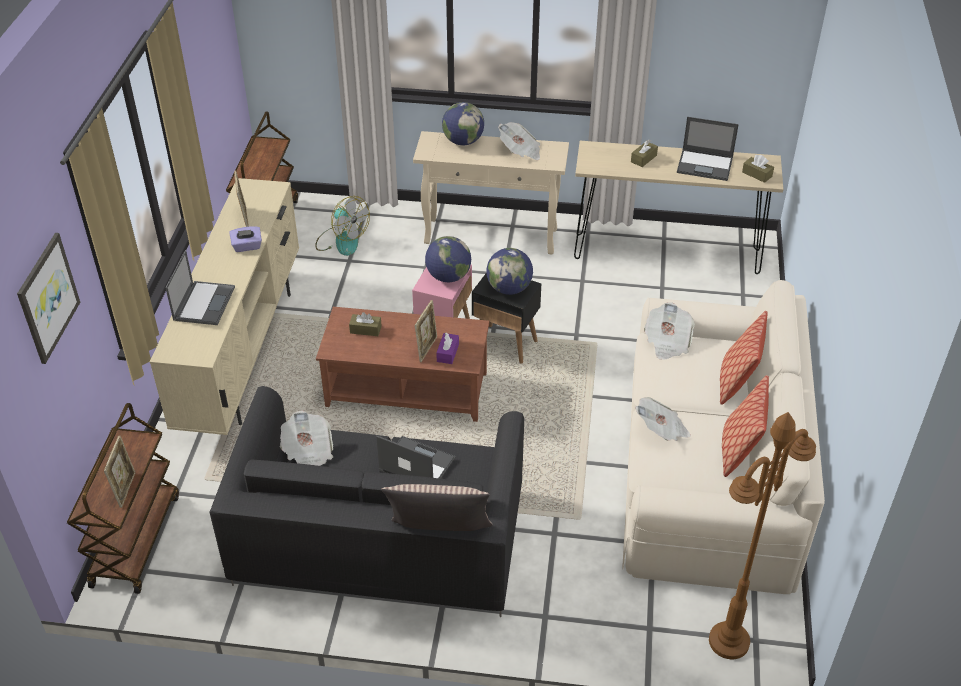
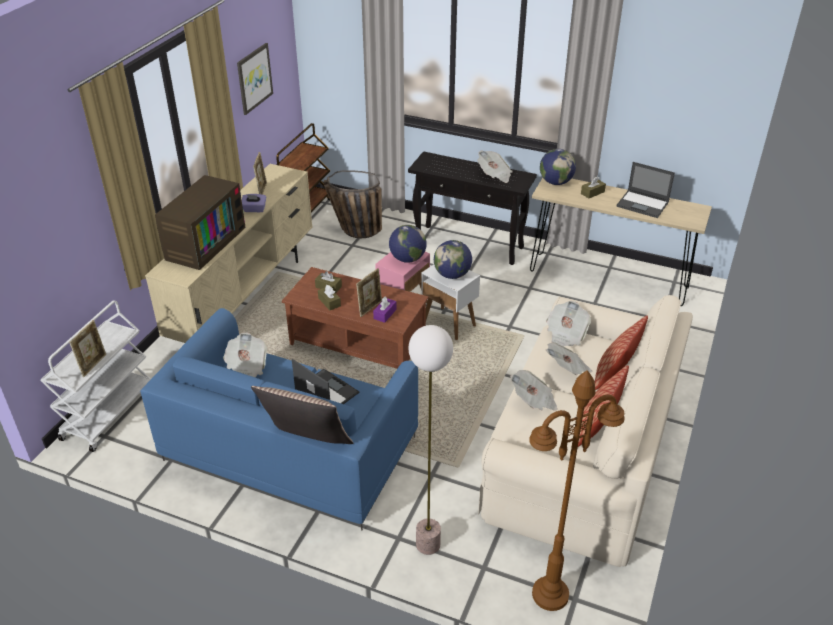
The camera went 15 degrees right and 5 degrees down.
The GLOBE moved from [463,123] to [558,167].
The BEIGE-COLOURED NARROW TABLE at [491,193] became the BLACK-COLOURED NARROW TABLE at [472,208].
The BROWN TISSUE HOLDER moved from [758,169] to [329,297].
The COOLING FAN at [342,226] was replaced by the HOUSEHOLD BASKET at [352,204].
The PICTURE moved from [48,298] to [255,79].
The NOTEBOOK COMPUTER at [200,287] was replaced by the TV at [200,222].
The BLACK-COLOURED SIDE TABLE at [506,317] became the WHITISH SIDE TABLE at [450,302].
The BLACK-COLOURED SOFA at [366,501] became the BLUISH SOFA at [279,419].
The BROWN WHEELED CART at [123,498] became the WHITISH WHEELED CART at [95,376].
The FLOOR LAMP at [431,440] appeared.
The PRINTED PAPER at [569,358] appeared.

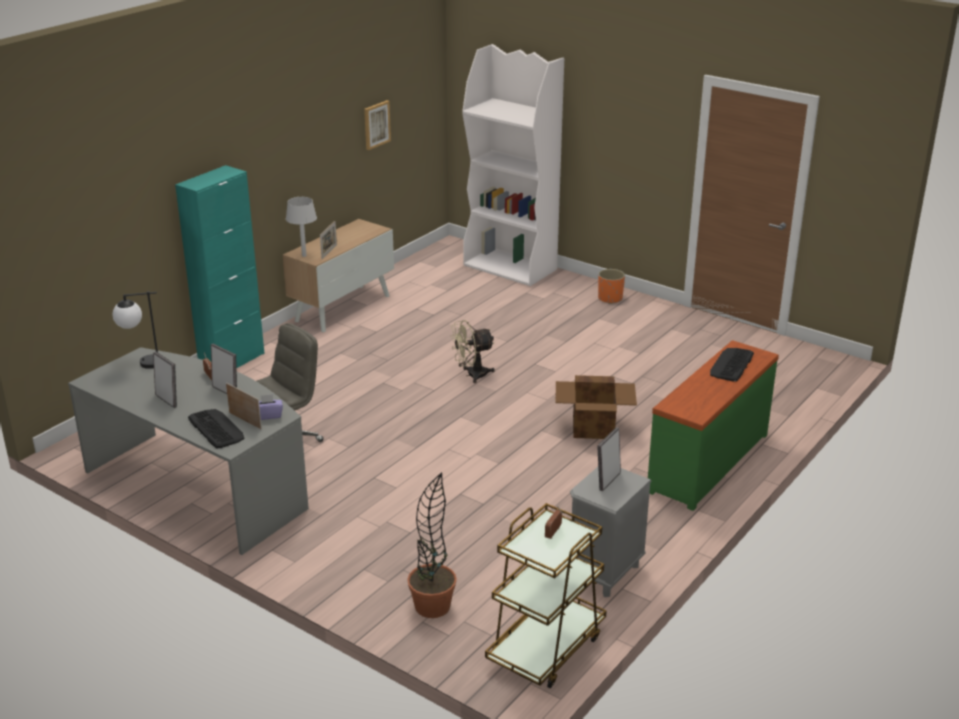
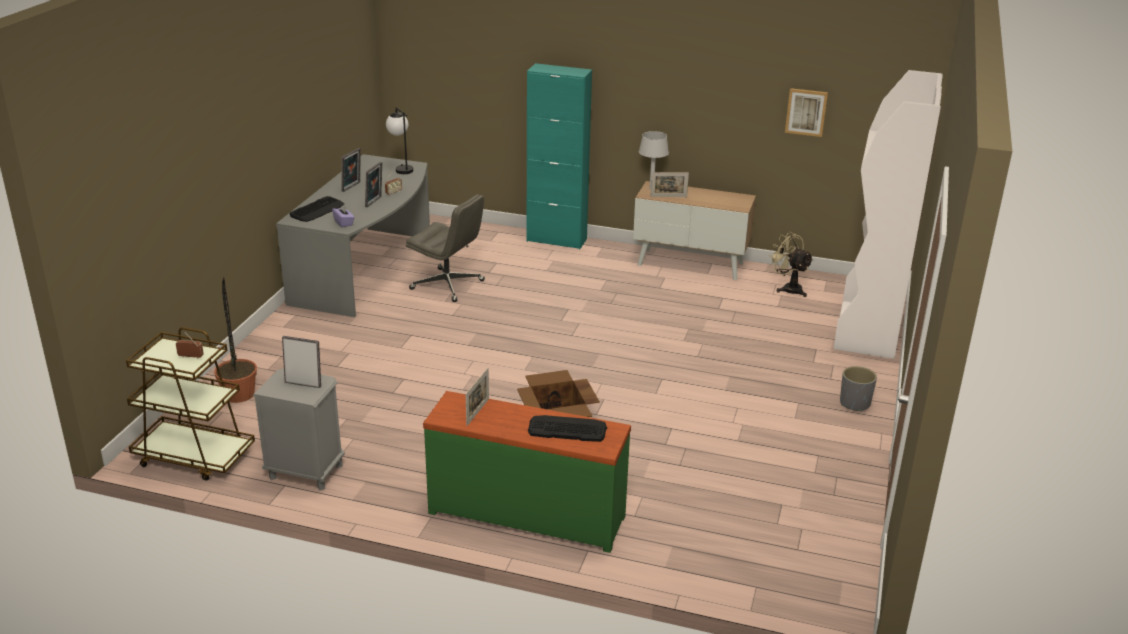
The camera went 70 degrees right and 0 degrees up.
The ORANGE-COLOURED PLANT POT at [611,286] became the GREY PLANT POT at [858,389].
The BEIGE-COLOURED COOLING FAN moved from [472,351] to [791,264].
The PICTURE FRAME moved from [244,406] to [477,397].

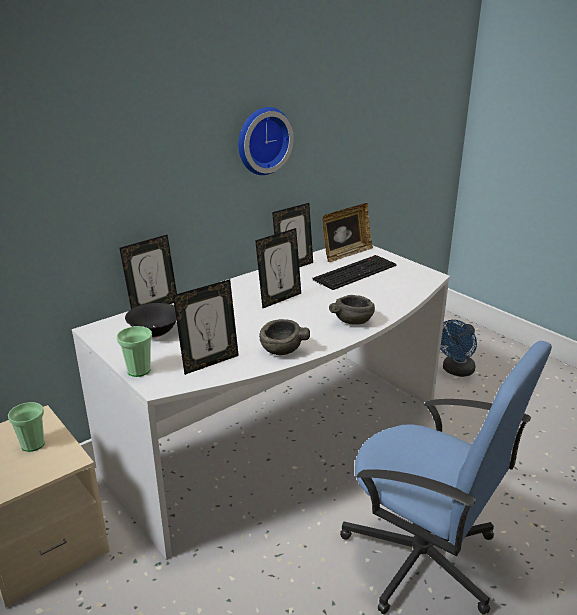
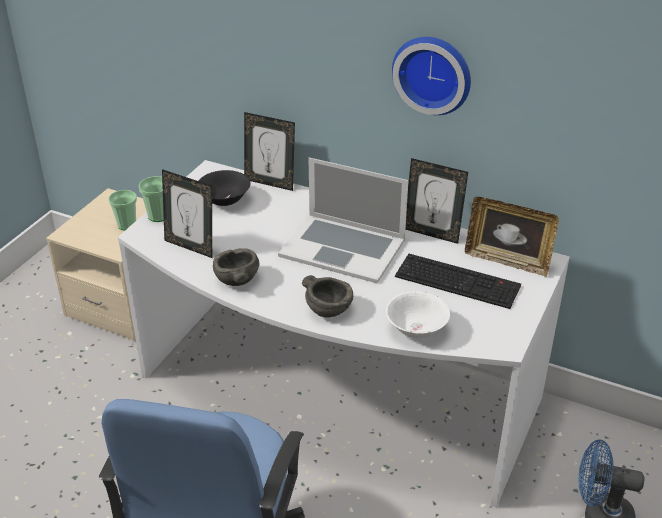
The camera went 65 degrees right and 10 degrees up.
The PICTURE FRAME at [278,268] was replaced by the NOTEBOOK COMPUTER at [343,221].
The WHITISH DEEP DISH at [418,315] appeared.

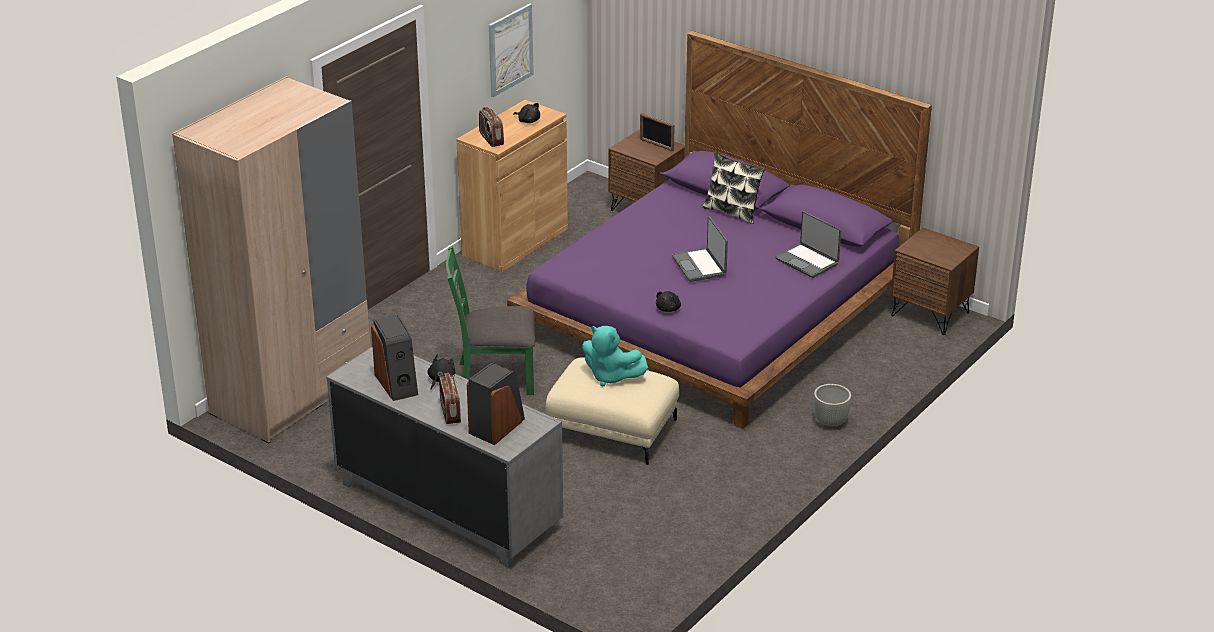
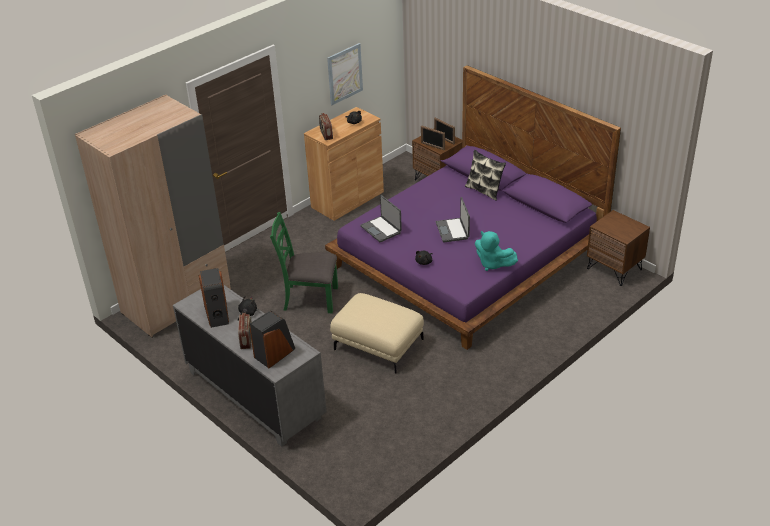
The camera went 10 degrees right and 5 degrees up.
The NOTEBOOK COMPUTER moved from [808,244] to [381,218].
The TURQUOISE-COLOURED SOFT TOY moved from [615,356] to [496,251].
The GREY PLANT POT at [833,406] disappeared.
The PICTURE FRAME at [433,138] appeared.

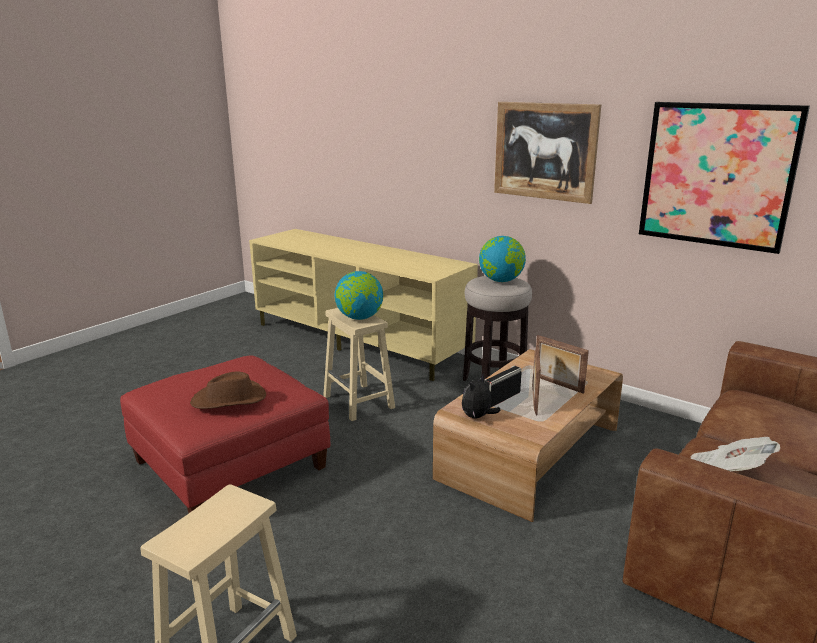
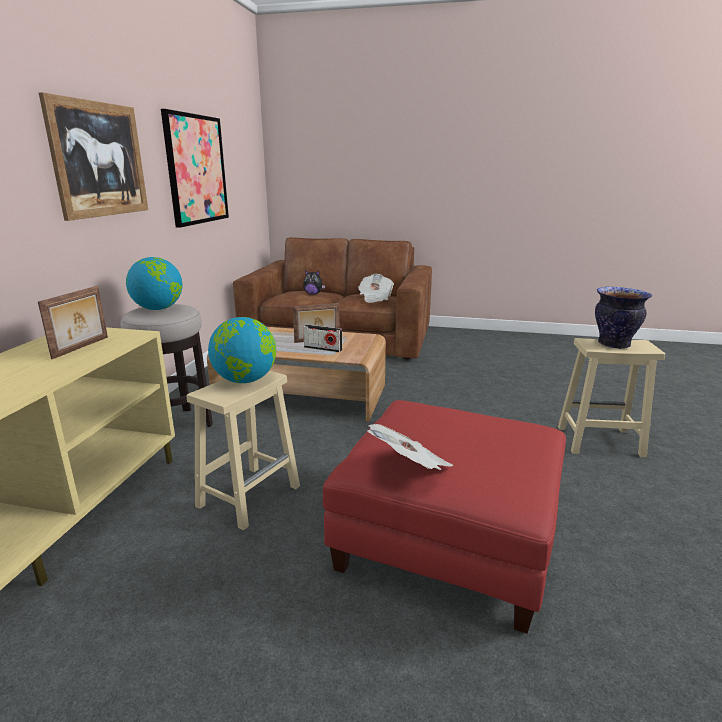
The camera went 115 degrees left and 0 degrees up.
The PICTURE FRAME moved from [562,364] to [73,322].
The BROWN CLOTHING HAT at [228,390] disappeared.
The SOFT TOY moved from [481,396] to [314,282].
The DECORATIVE VASE at [623,318] appeared.
The PRINTED PAPER at [410,447] appeared.

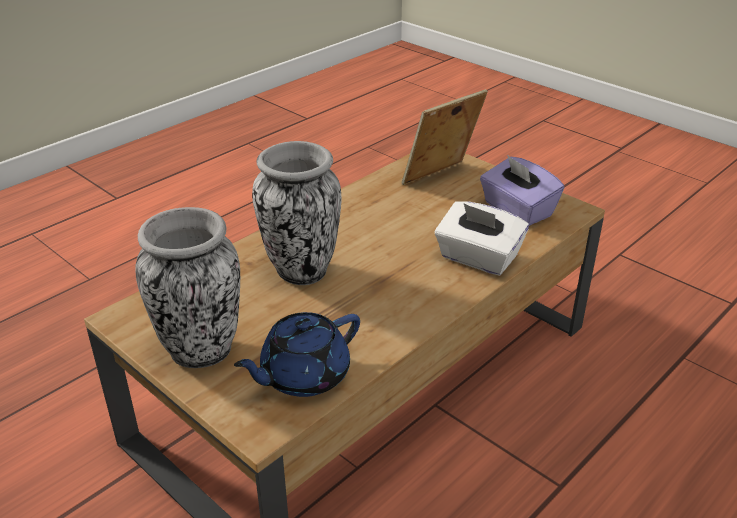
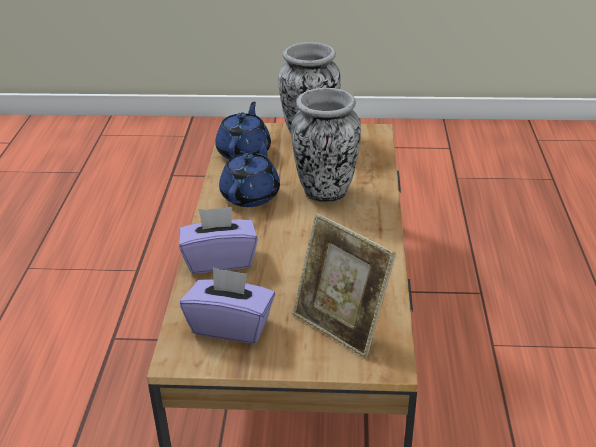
The camera went 140 degrees right and 0 degrees up.
The PICTURE FRAME at [444,137] turned 120 degrees clockwise.
The WHITISH TISSUE HOLDER at [482,238] became the PURPLE TISSUE HOLDER at [218,240].
The BLUISH POT FOR TEA at [249,173] appeared.

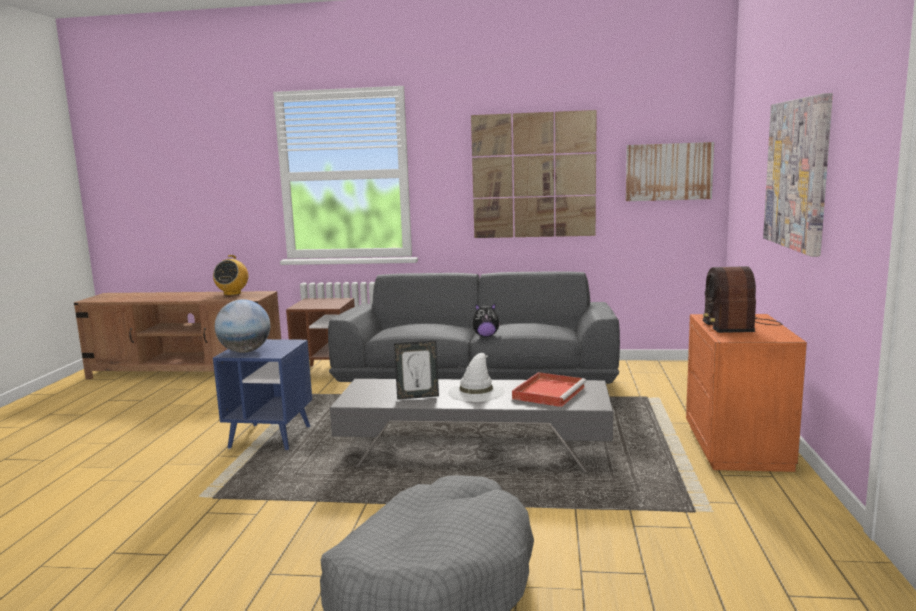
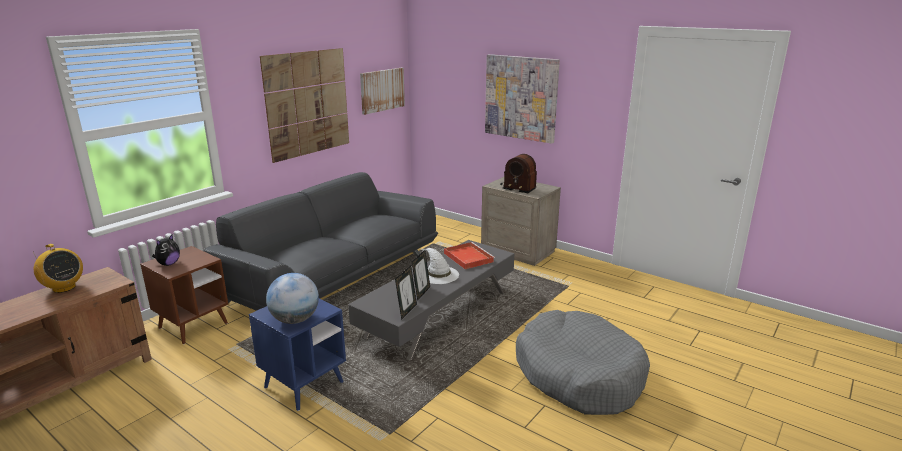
The camera went 60 degrees left and 10 degrees up.
The SOFT TOY moved from [486,320] to [166,250].
The ORANGE-COLOURED NIGHTSTAND at [746,393] became the BEIGE-COLOURED NIGHTSTAND at [521,221].
The PICTURE FRAME at [406,293] appeared.

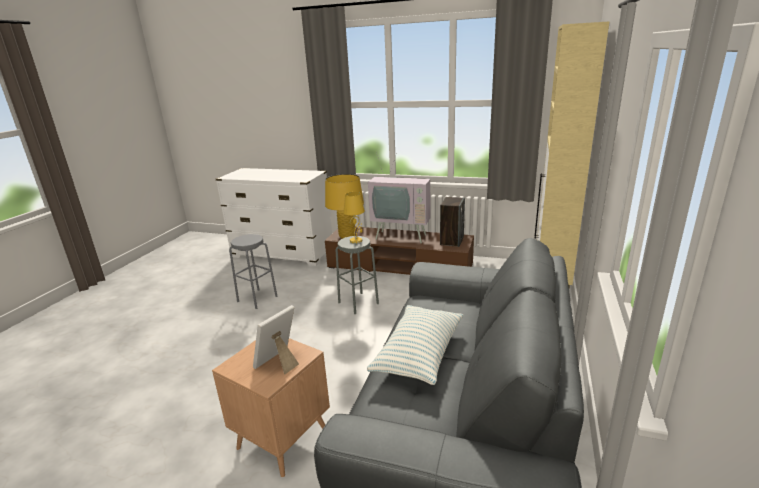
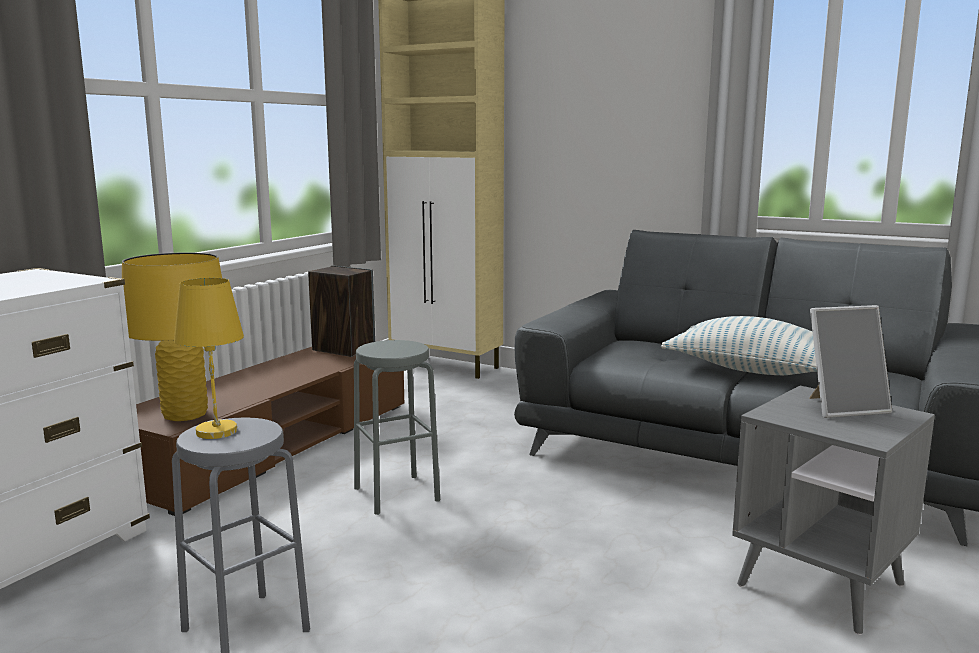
The camera went 80 degrees left and 10 degrees down.
The TV at [399,198] disappeared.
The YELLOWISH TABLETOP LAMP moved from [354,218] to [209,358].
The PICTURE FRAME at [276,340] turned 60 degrees counterclockwise.
The BROWN SIDE TABLE at [271,408] became the GREY SIDE TABLE at [833,510].

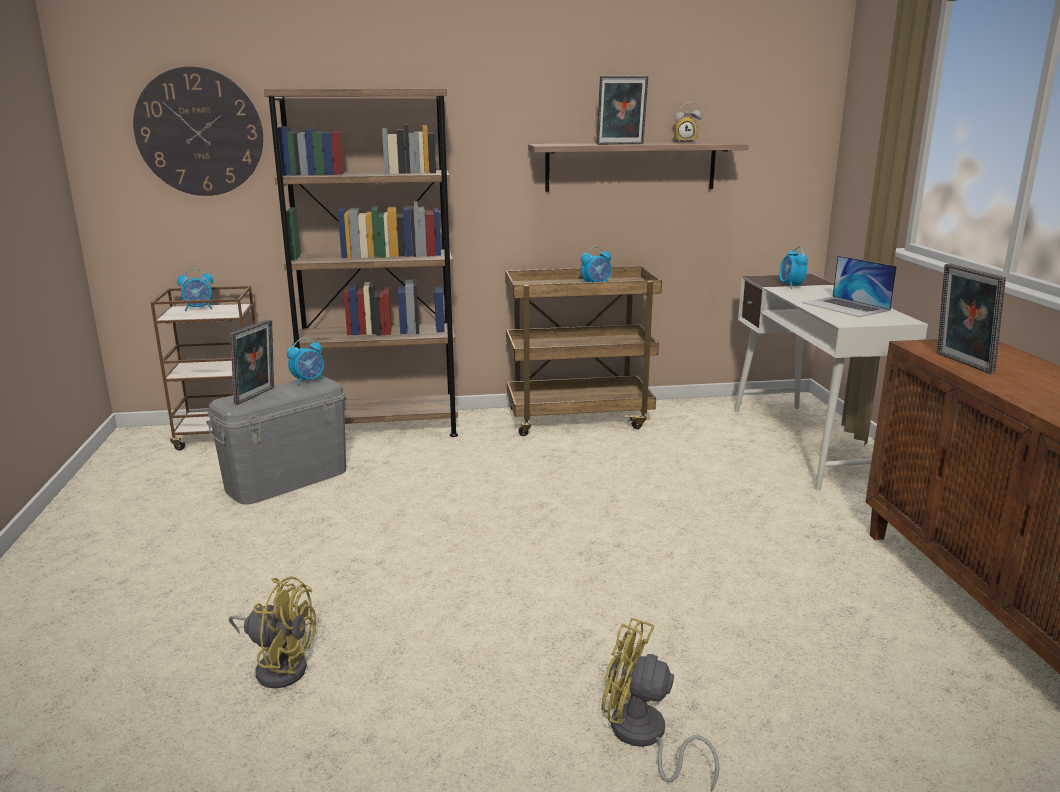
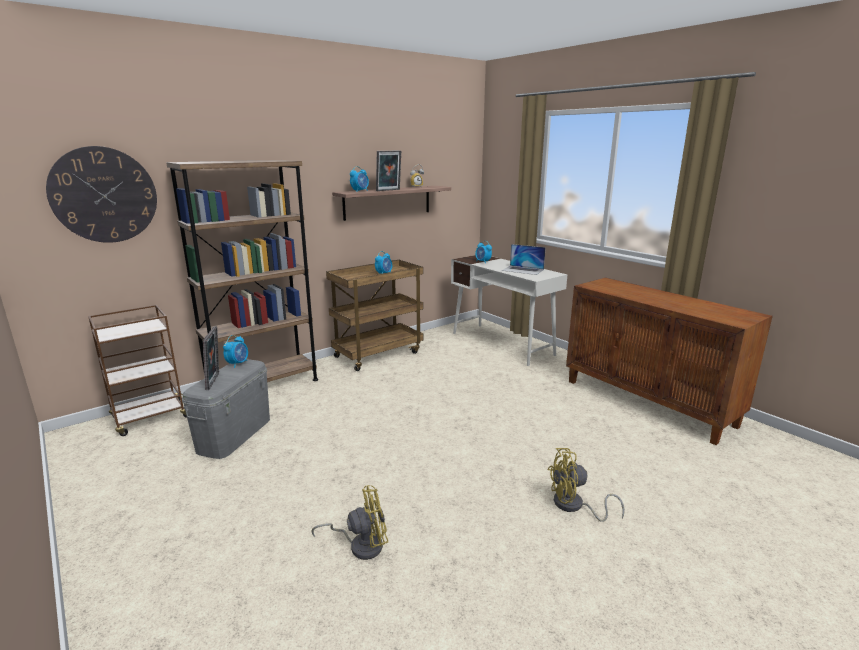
The camera went 30 degrees left and 0 degrees up.
The PICTURE FRAME at [971,319] disappeared.
The ALARM CLOCK moved from [195,289] to [359,179].

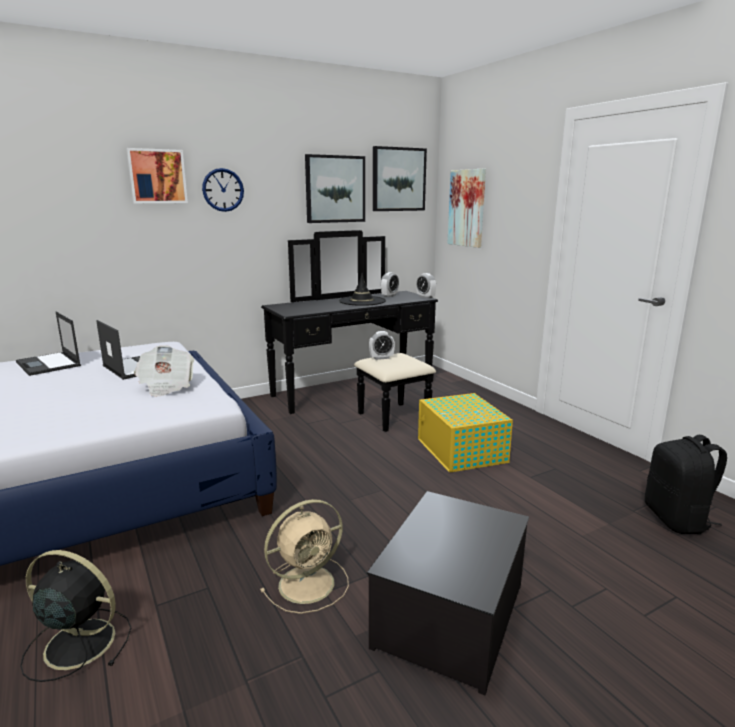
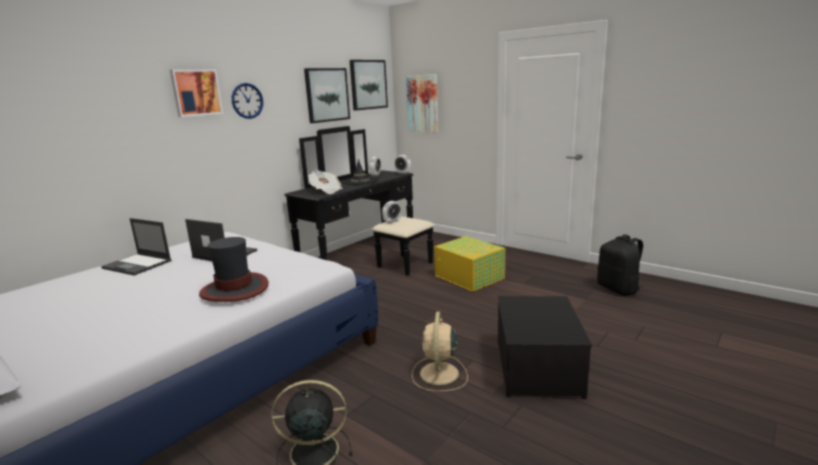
The camera went 20 degrees left and 0 degrees up.
The PRINTED PAPER moved from [164,371] to [325,182].
The BEIGE-COLOURED COOLING FAN at [304,556] turned 150 degrees clockwise.
The CLOTHING HAT at [234,269] appeared.

